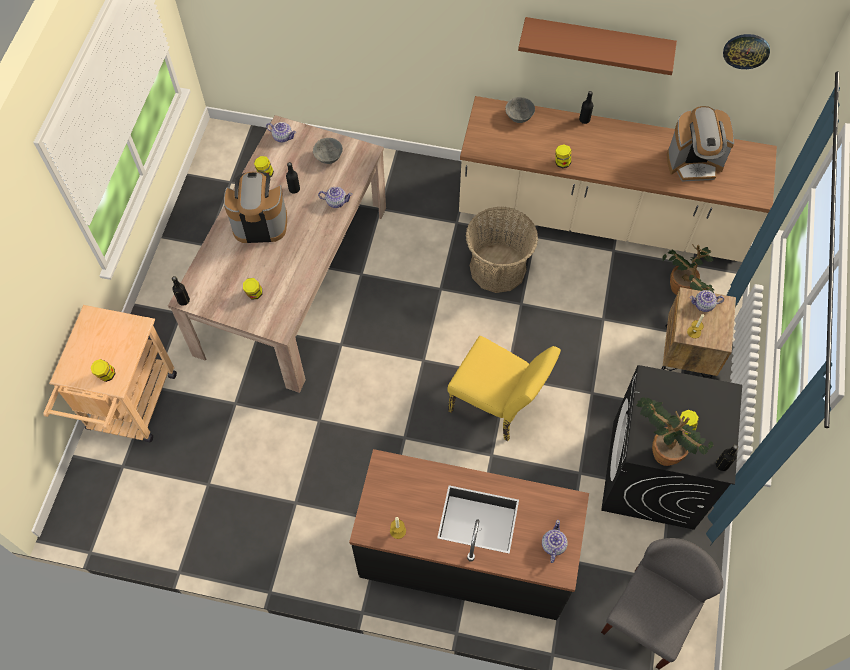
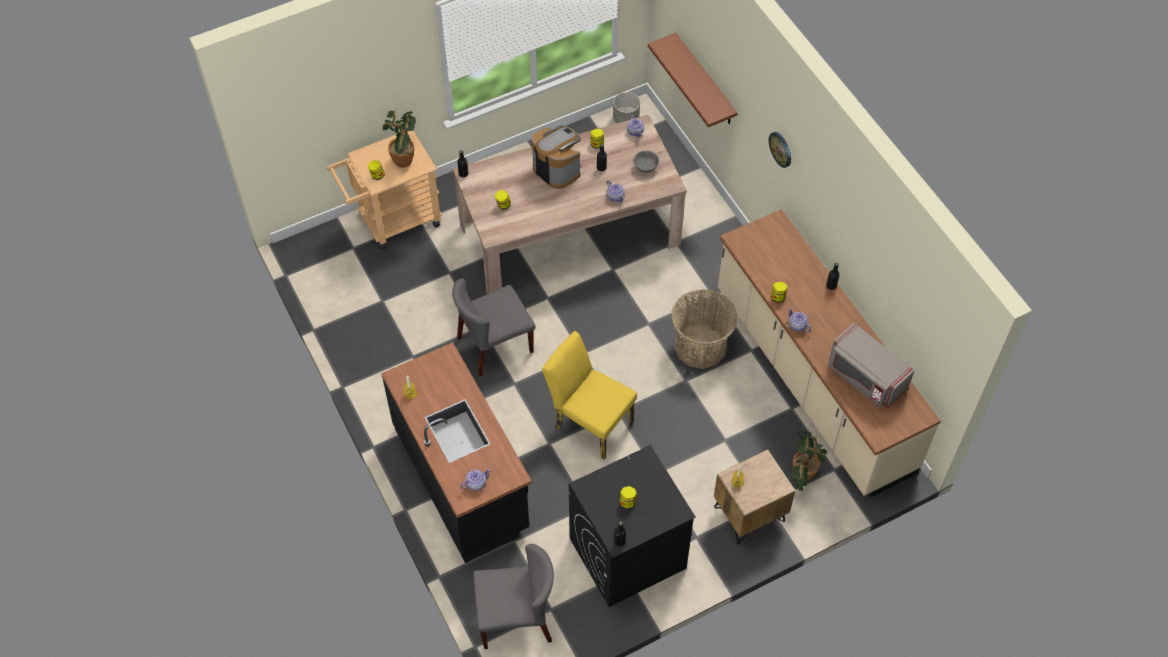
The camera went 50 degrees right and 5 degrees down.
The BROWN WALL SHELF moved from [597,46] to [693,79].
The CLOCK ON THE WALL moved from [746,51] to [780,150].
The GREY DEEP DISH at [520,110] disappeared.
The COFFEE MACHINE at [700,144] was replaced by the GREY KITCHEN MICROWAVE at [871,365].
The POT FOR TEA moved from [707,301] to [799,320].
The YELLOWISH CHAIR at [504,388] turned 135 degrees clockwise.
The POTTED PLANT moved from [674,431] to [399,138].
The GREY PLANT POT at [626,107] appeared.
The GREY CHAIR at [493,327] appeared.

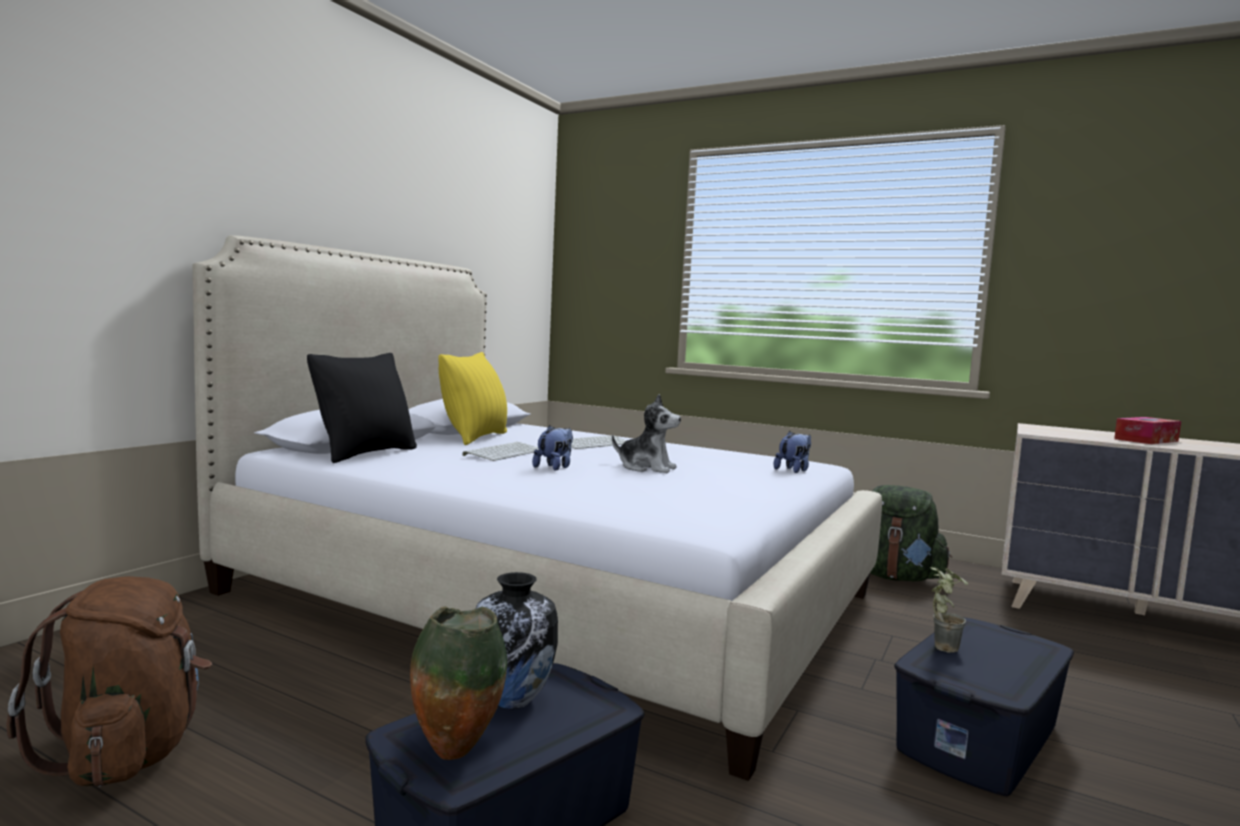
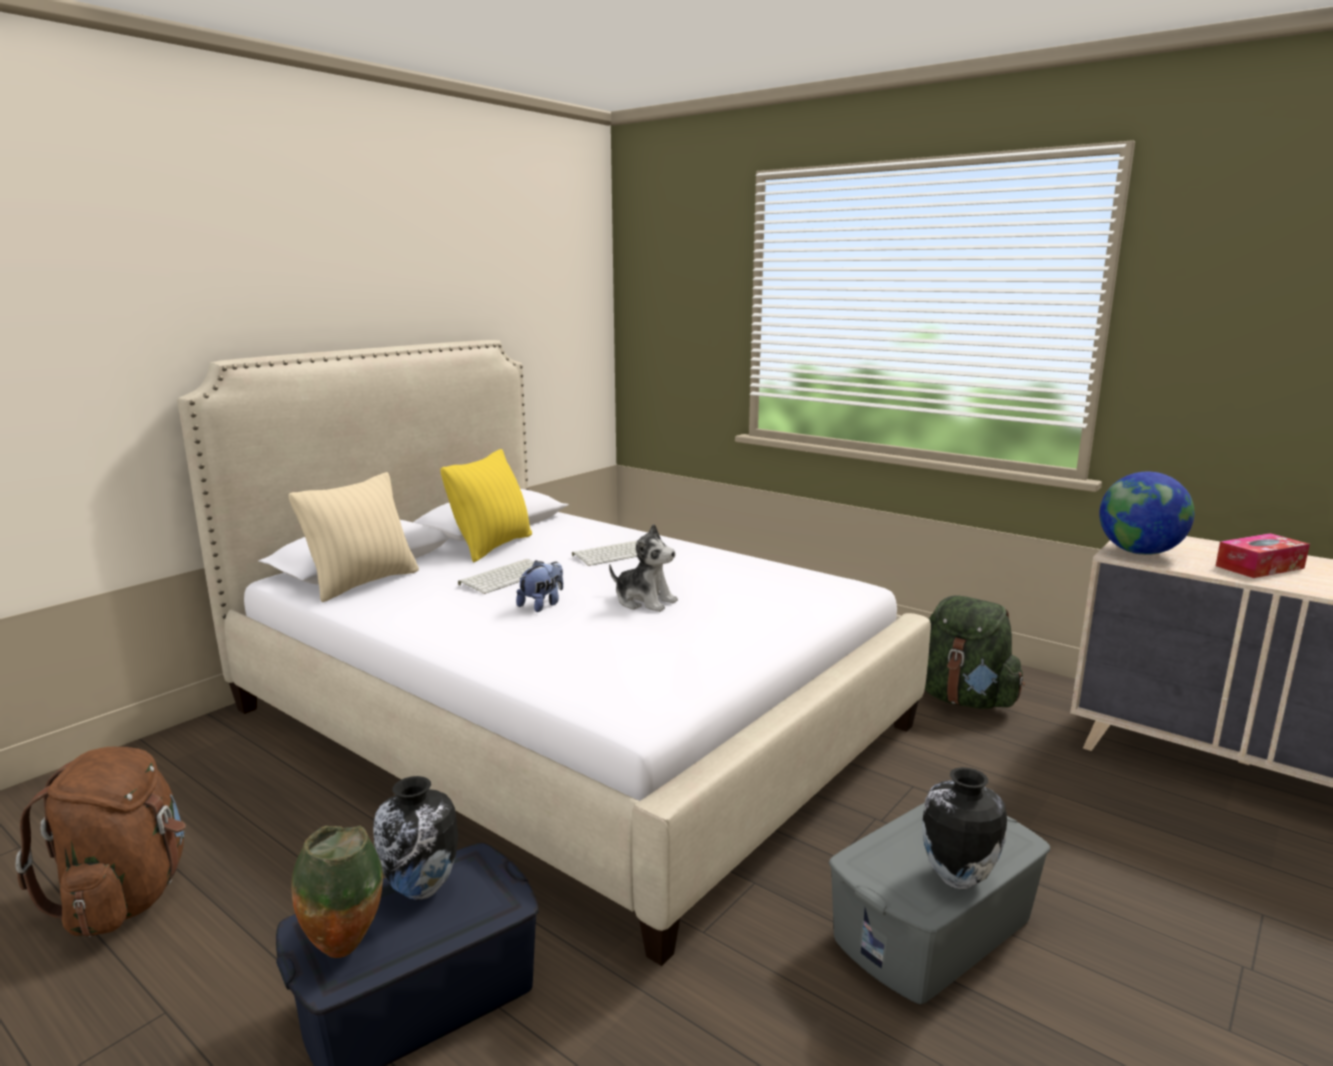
The camera went 10 degrees right and 10 degrees up.
The BLACK-COLOURED THROW PILLOW at [362,408] became the BEIGE-COLOURED THROW PILLOW at [354,537].
The SOFT TOY at [792,452] disappeared.
The POTTED PLANT at [949,610] disappeared.
The BLUISH STORAGE BOX at [984,706] became the GREY STORAGE BOX at [939,903].
The GLOBE at [1146,513] appeared.
The DECORATIVE VASE at [964,828] appeared.

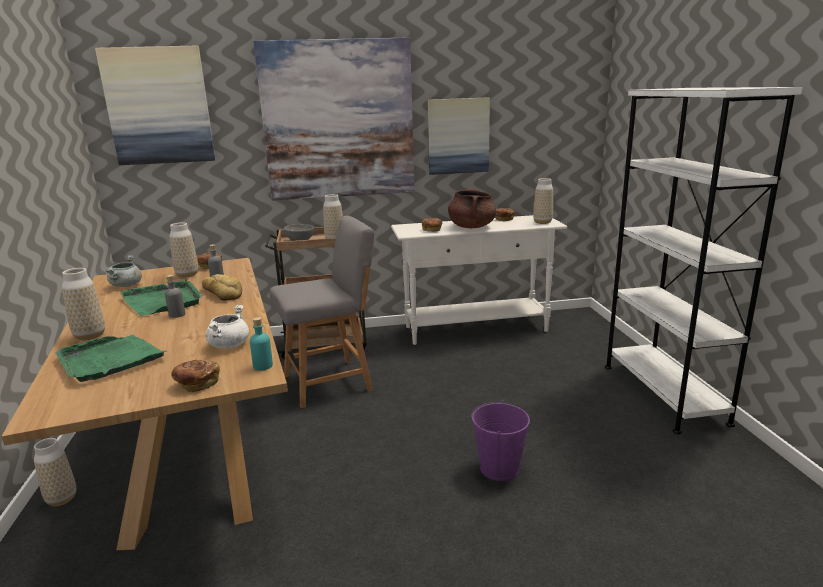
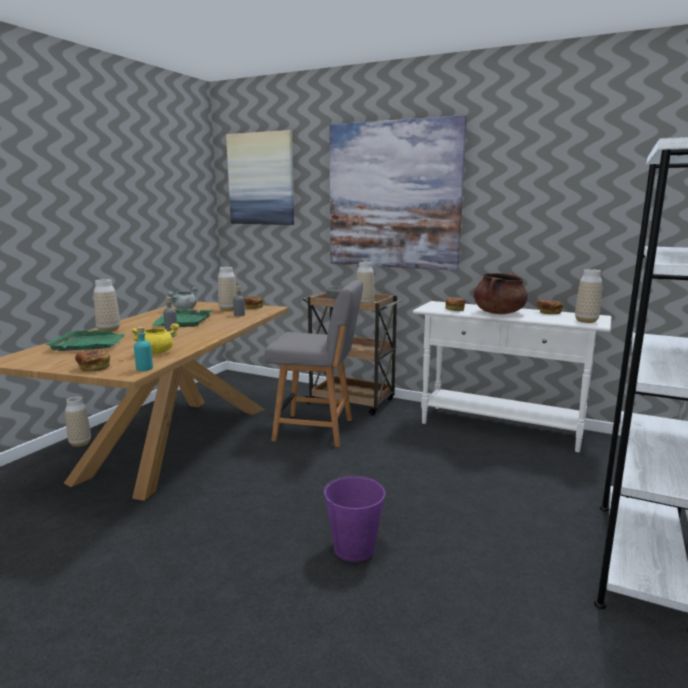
The camera went 35 degrees right and 5 degrees down.
The PICTURE at [459,136] disappeared.
The BAKERY BREAD at [222,287] disappeared.
The WHITISH SAUCEPOT at [227,326] became the YELLOWISH SAUCEPOT at [155,338].

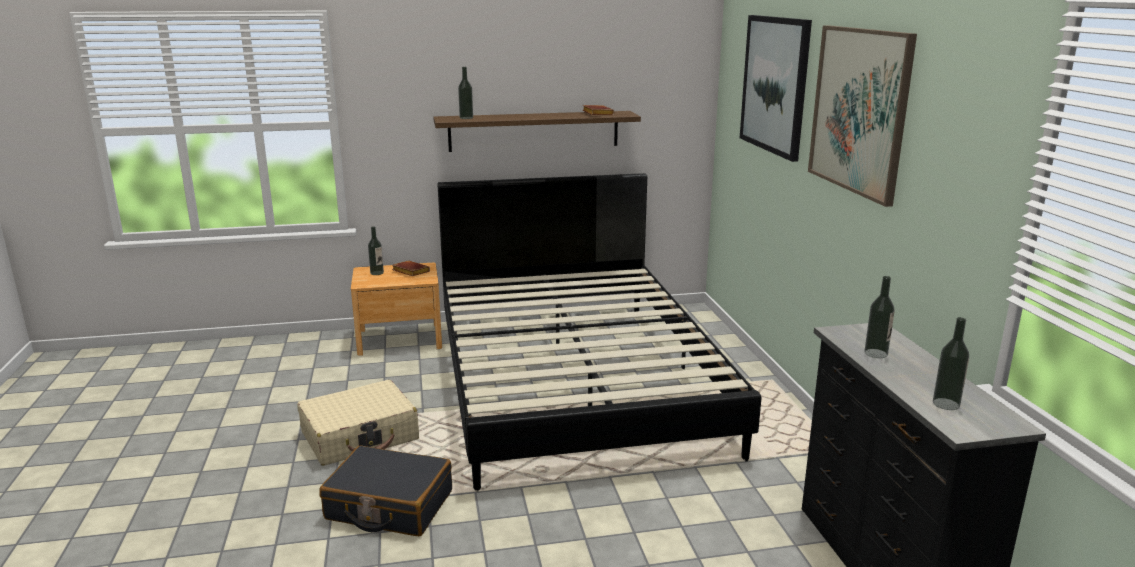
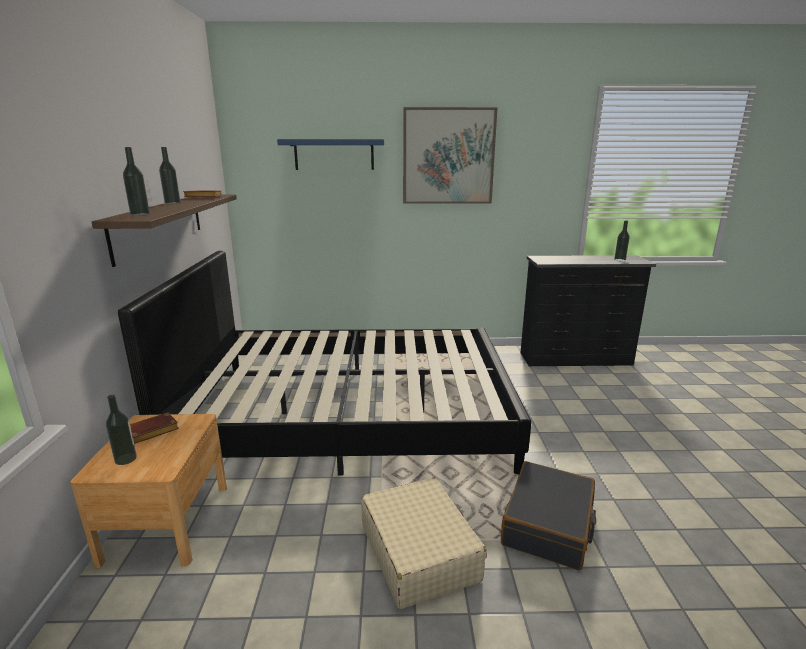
The camera went 80 degrees left and 0 degrees up.
The PICTURE at [776,88] was replaced by the BLUISH WALL SHELF at [330,154].
The BEVERAGE BOTTLE moved from [879,317] to [169,175].

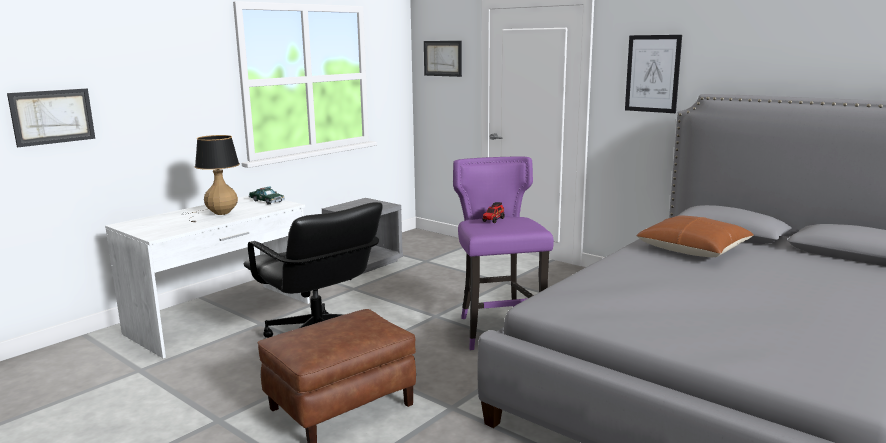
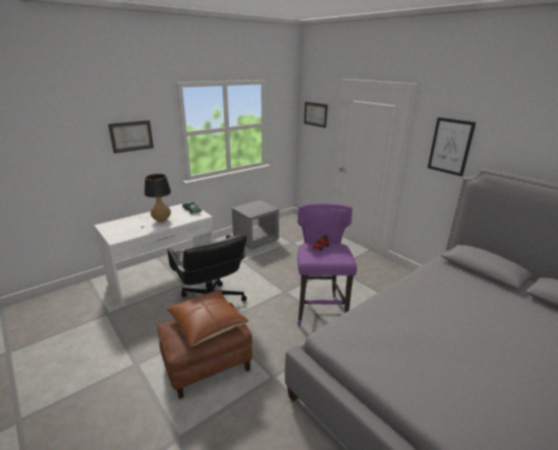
The camera went 10 degrees right and 10 degrees up.
The PICTURE moved from [51,117] to [131,136].
The BROWN THROW PILLOW moved from [695,236] to [207,318].

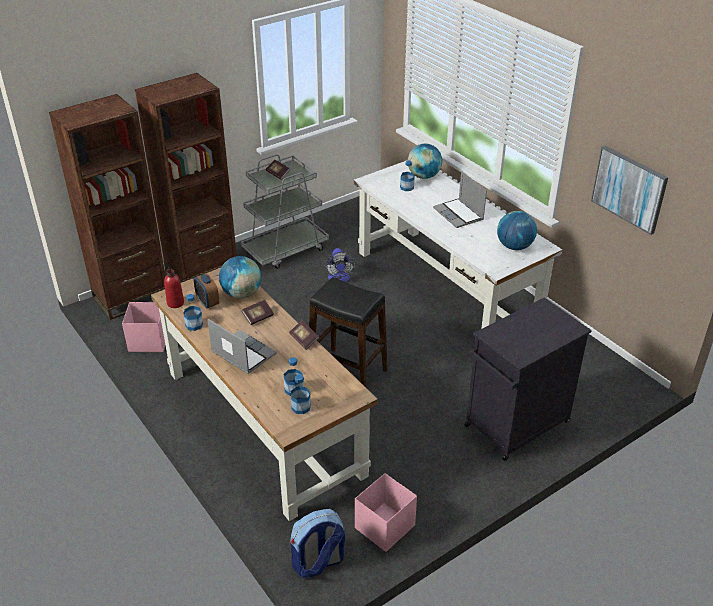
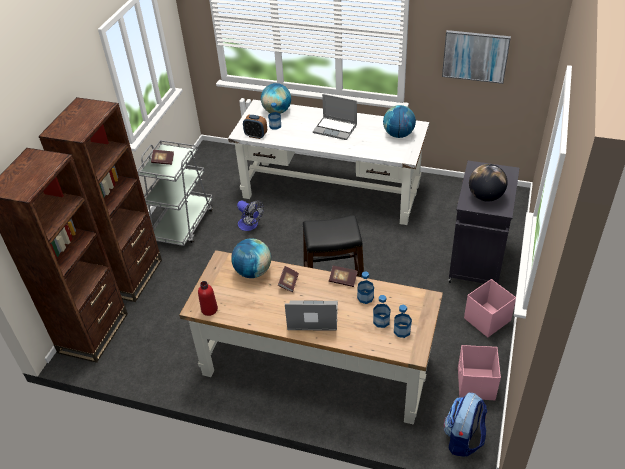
The camera went 35 degrees left and 5 degrees up.
The ALARM CLOCK moved from [206,291] to [255,127].
The BEVERAGE BOTTLE moved from [193,312] to [365,287].
The PINKISH STORAGE BOX moved from [143,327] to [490,308].
The GLOBE at [488,183] appeared.

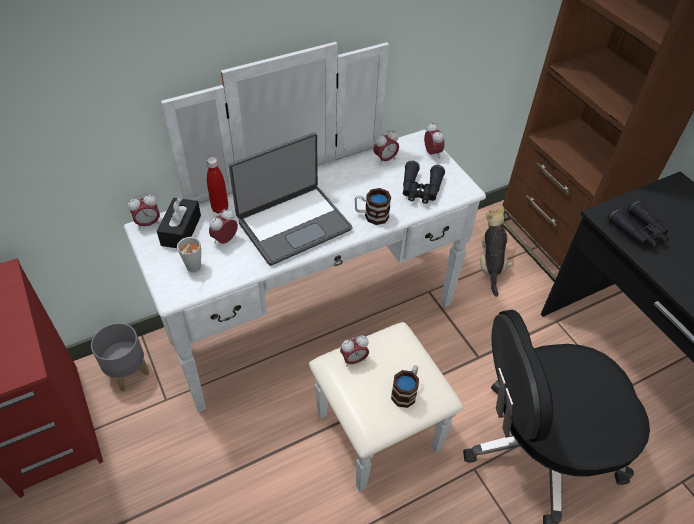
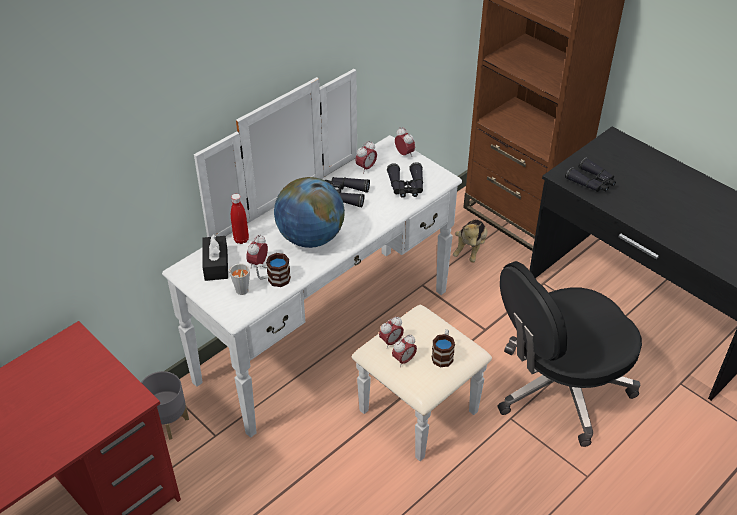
The camera went 15 degrees left and 5 degrees down.
The NOTEBOOK COMPUTER at [290,199] was replaced by the GLOBE at [309,212].
The MUG moved from [373,206] to [273,270].
The ALARM CLOCK moved from [144,212] to [404,351].
The SOFT TOY at [496,251] turned 150 degrees counterclockwise.
The BLACK-COLOURED FIELD GLASSES at [347,192] appeared.

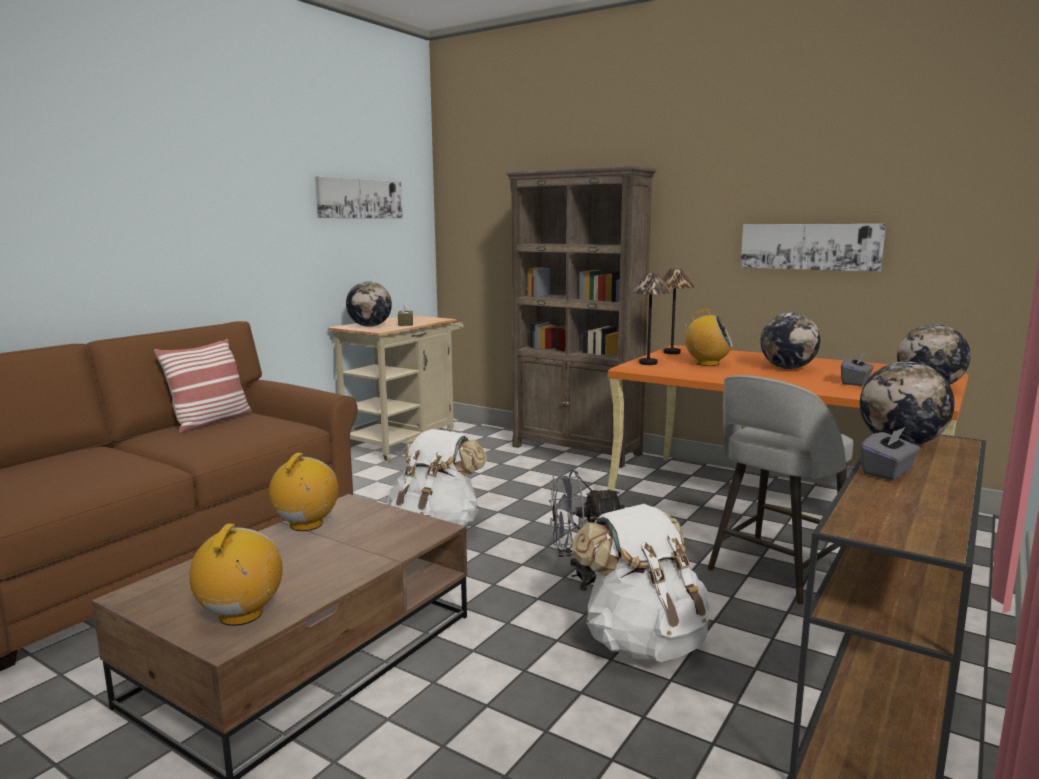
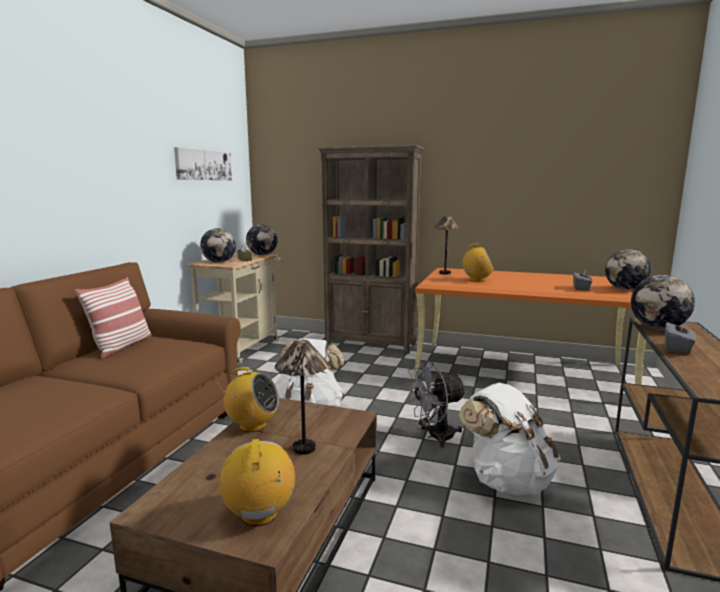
The camera went 15 degrees left and 0 degrees up.
The PICTURE at [813,248] disappeared.
The TABLETOP LAMP moved from [651,318] to [302,397].
The GLOBE moved from [790,340] to [262,240].
The GREY SITTING STOOL at [780,490] disappeared.
The RADIO RECEIVER at [303,492] turned 105 degrees clockwise.

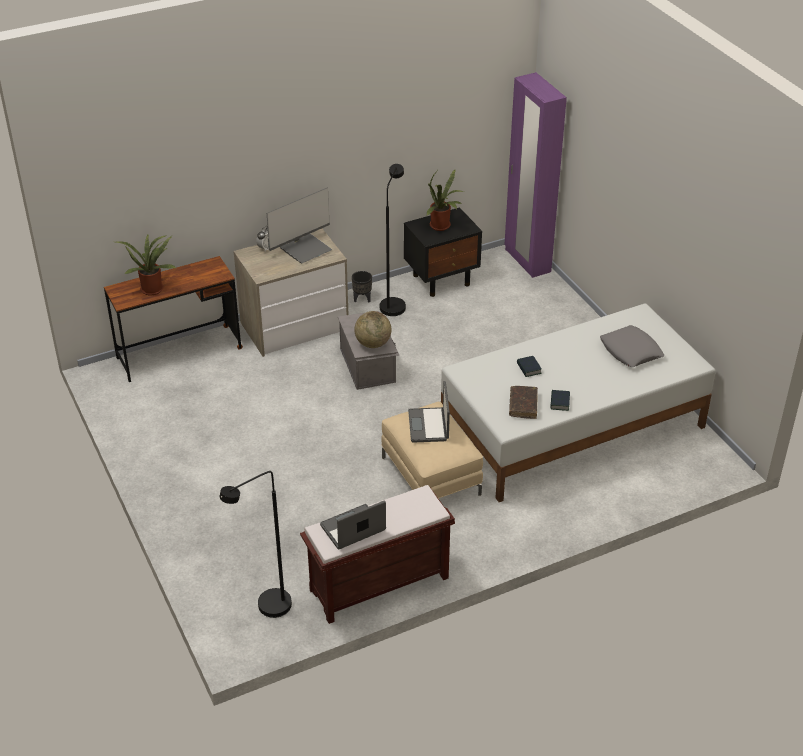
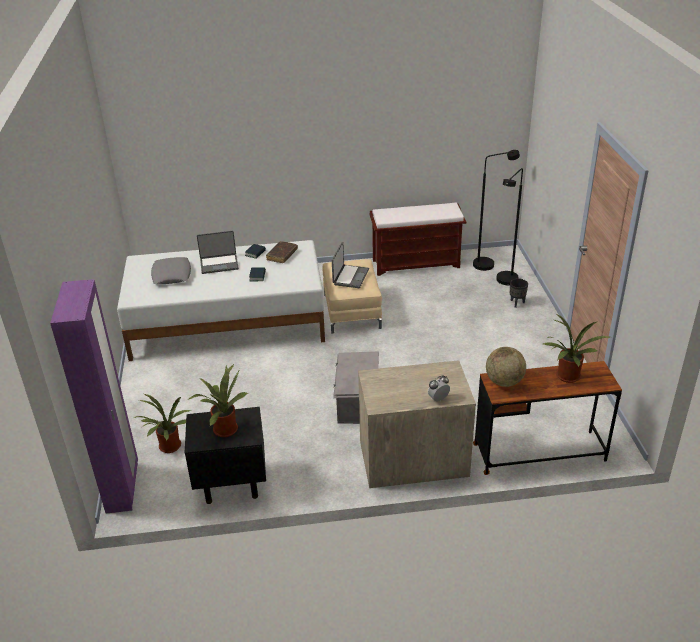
The camera went 160 degrees left and 5 degrees down.
The BLACK-COLOURED FLOOR LAMP moved from [393,240] to [509,226].
The MONITOR at [299,225] disappeared.
The BLACK-COLOURED PLANT POT moved from [362,287] to [519,293].
The GLOBE moved from [373,329] to [506,367].
The NOTEBOOK COMPUTER moved from [353,525] to [218,252].
The POTTED PLANT at [162,423] appeared.

